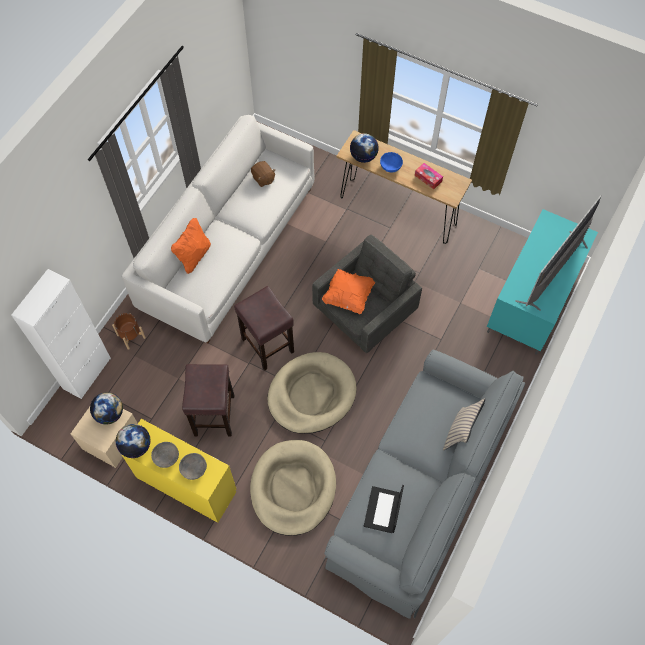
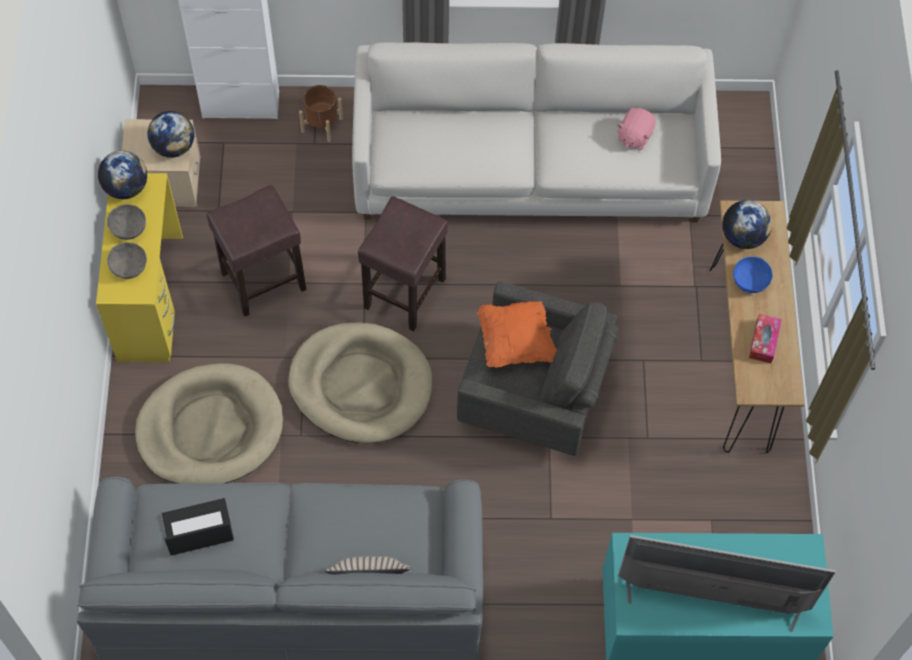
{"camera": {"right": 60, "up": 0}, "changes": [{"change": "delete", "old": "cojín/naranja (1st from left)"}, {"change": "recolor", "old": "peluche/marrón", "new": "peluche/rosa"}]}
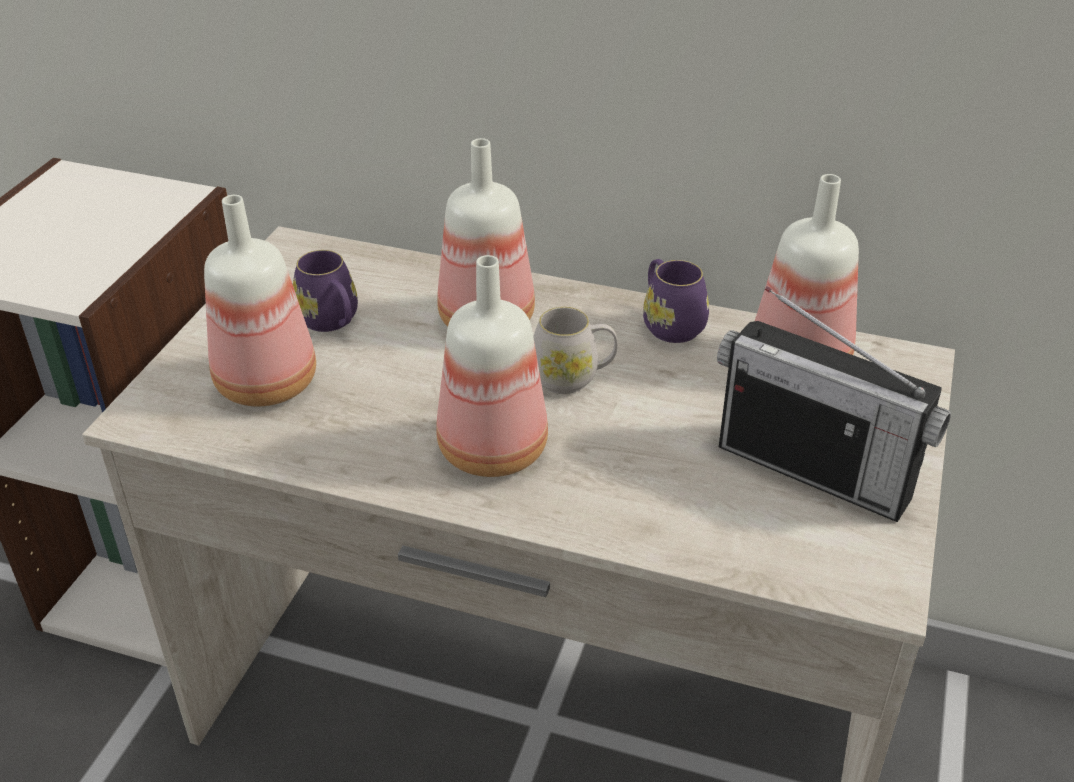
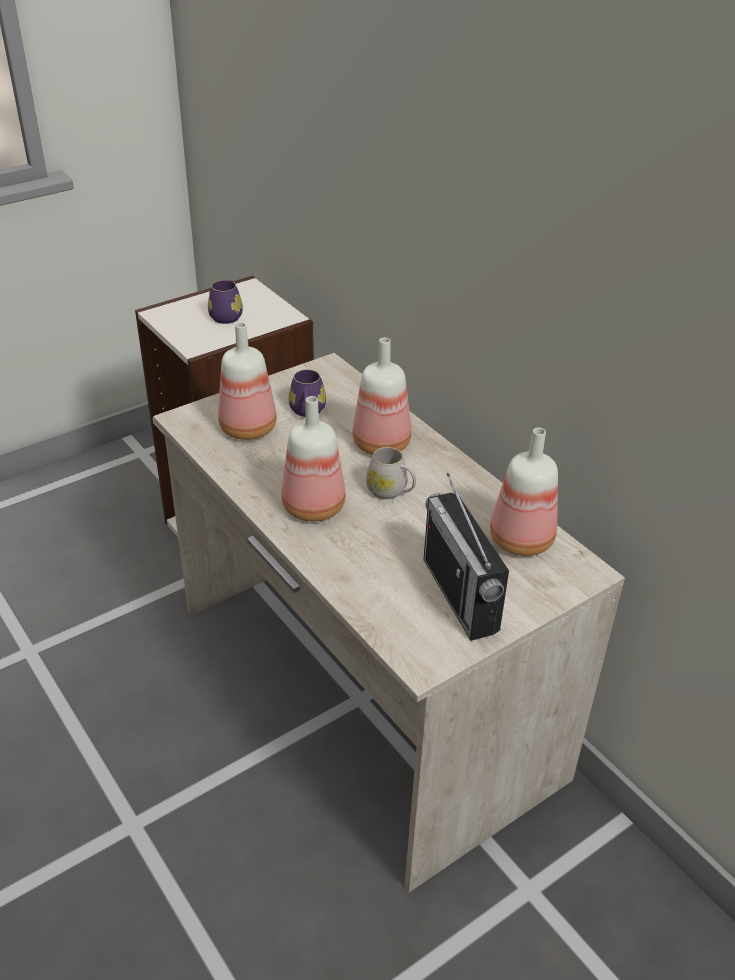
{"camera": {"right": 35, "up": 0}, "changes": [{"change": "move", "old": "taza grande/morado (2nd from left in the first image)", "new": "taza grande/morado (1st from left)"}]}
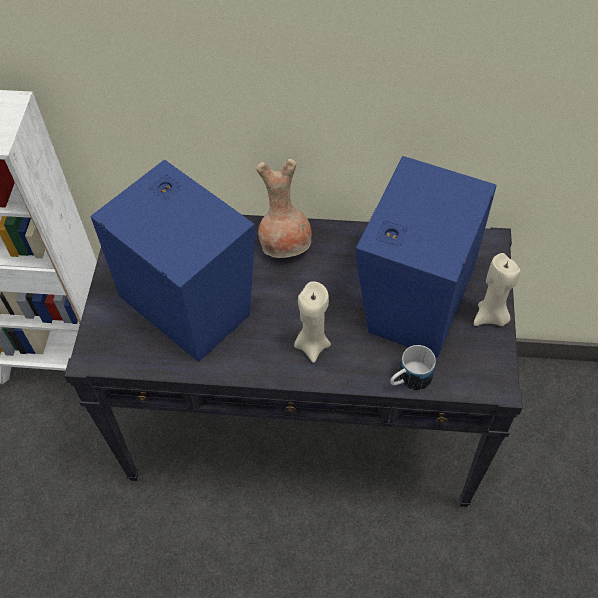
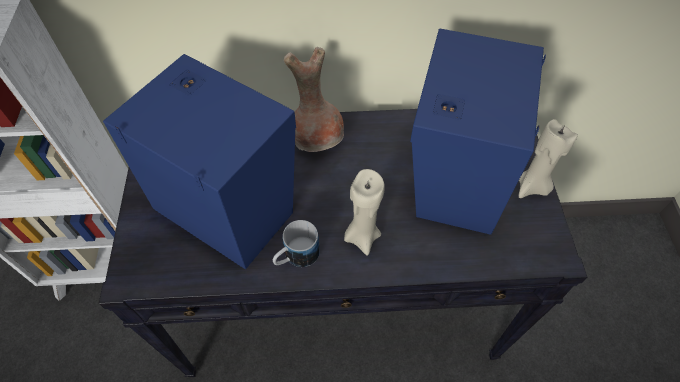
{"camera": {"right": -10, "up": 0}, "changes": [{"change": "move", "old": "taza grande"}]}
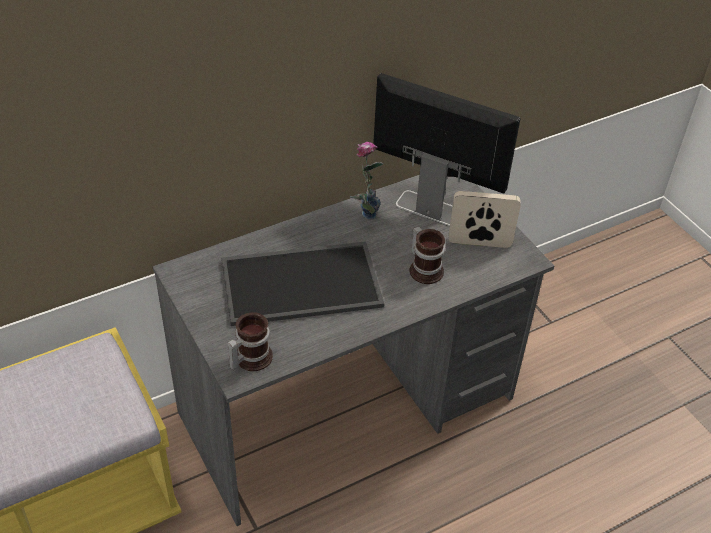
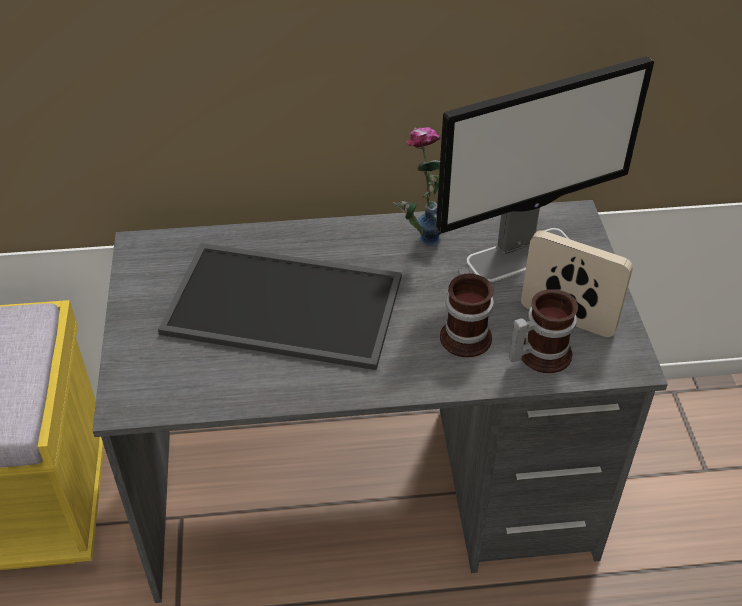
{"camera": {"right": 25, "up": 0}, "changes": [{"change": "move", "old": "taza grande (1st from left in the first image)", "new": "taza grande (2nd from left)"}, {"change": "rotate", "old": "monitor", "degrees": 105}]}
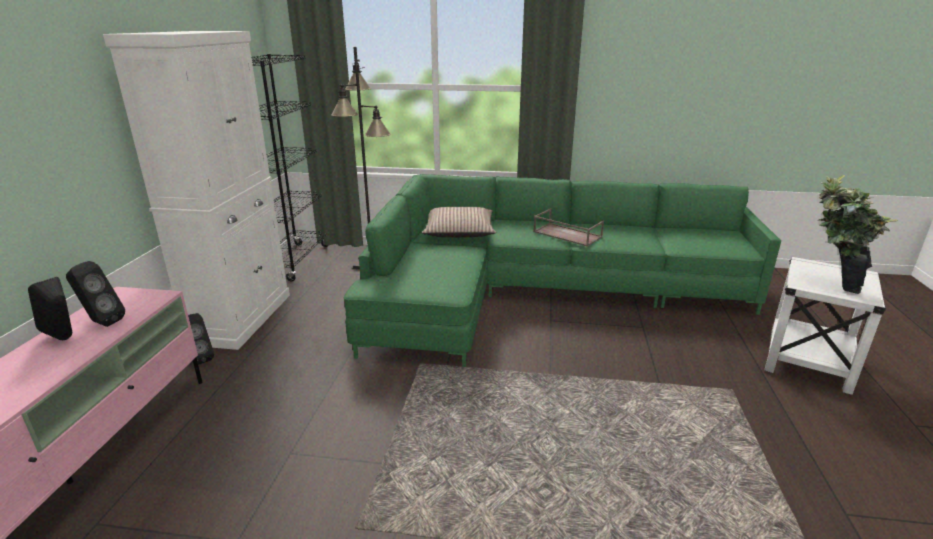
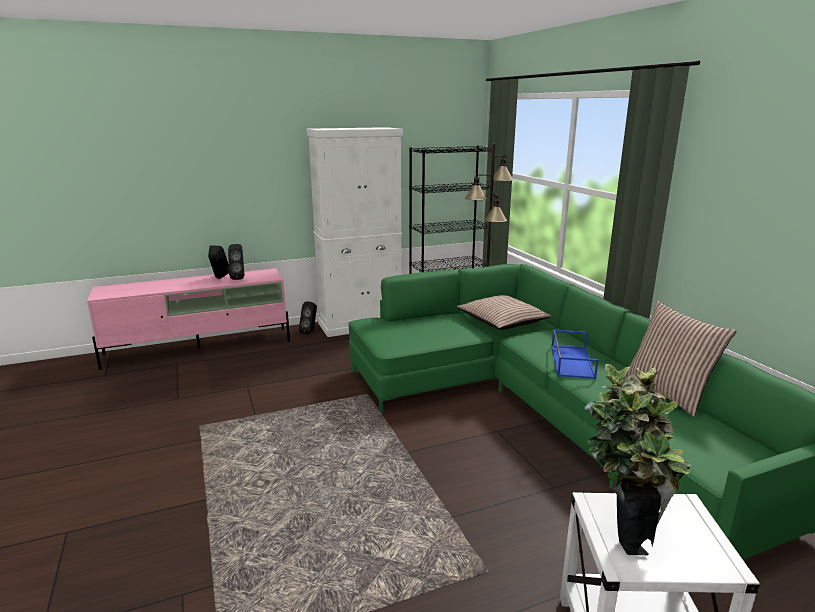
{"camera": {"right": 60, "up": -5}, "changes": [{"change": "insert", "new": "cojín (2nd from left)"}, {"change": "recolor", "old": "bandeja/marrón", "new": "bandeja/azul"}]}
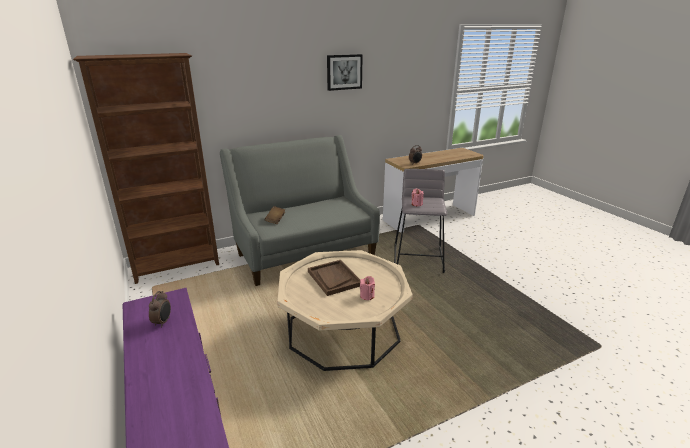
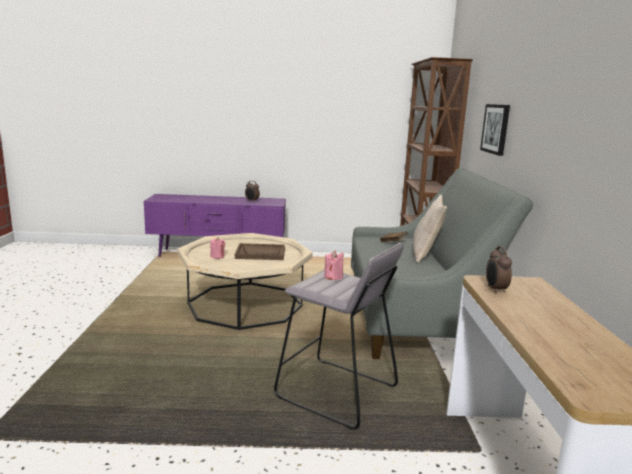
{"camera": {"right": 115, "up": -10}, "changes": [{"change": "insert", "new": "cojín/beis"}, {"change": "move", "old": "cuadro"}]}
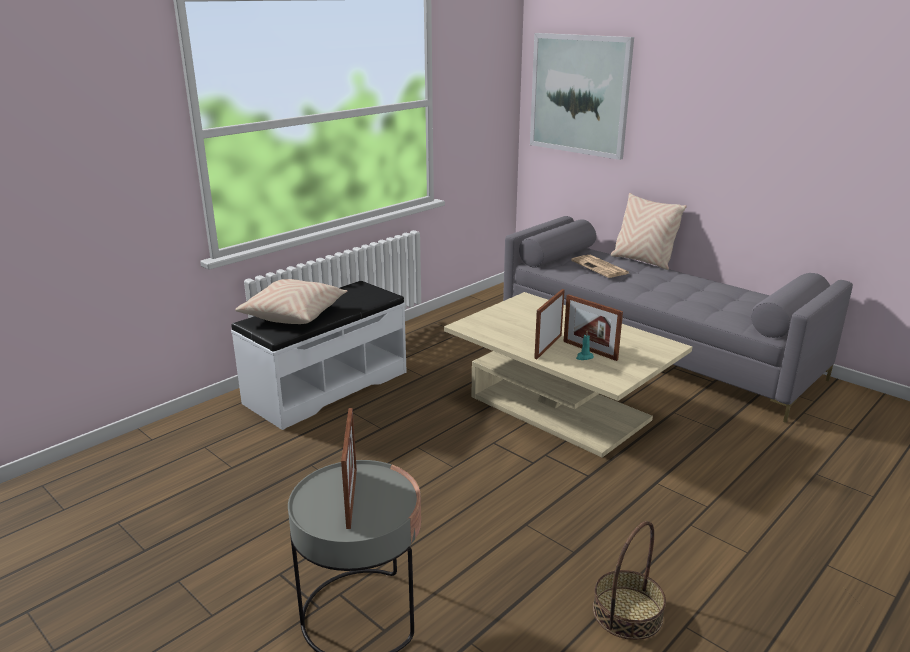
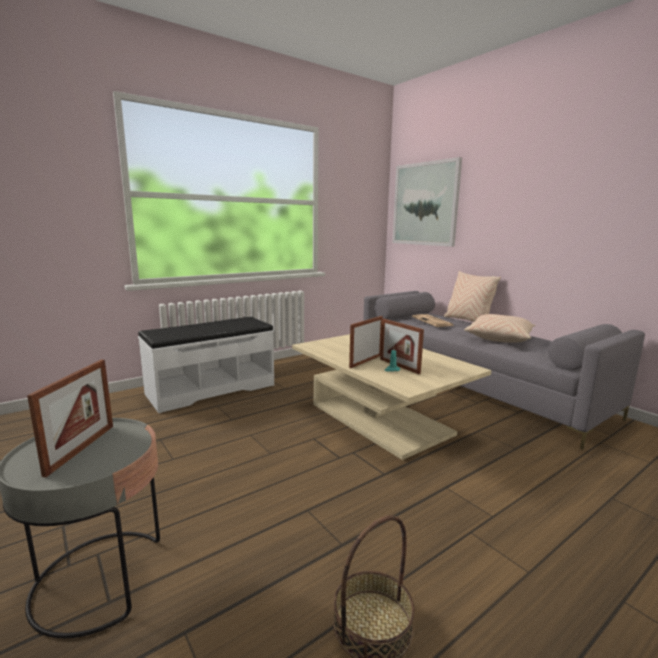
{"camera": {"right": 10, "up": -10}, "changes": [{"change": "move", "old": "cojín/beis (1st from left in the first image)", "new": "cojín/beis (2nd from left)"}]}
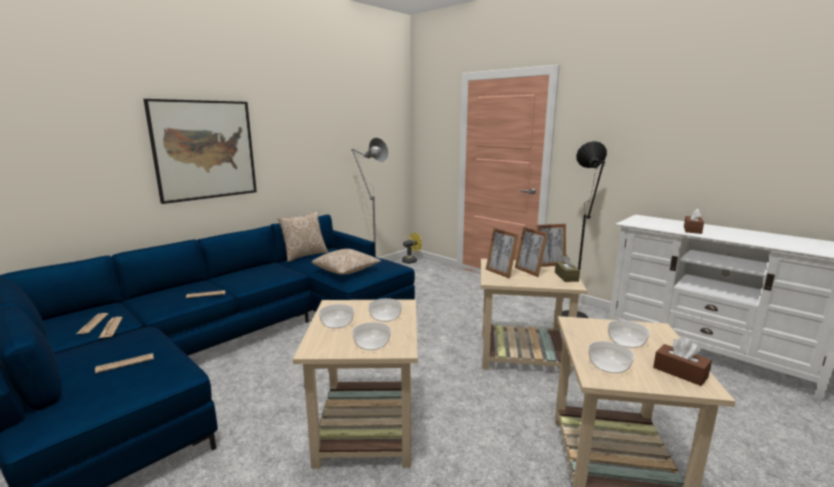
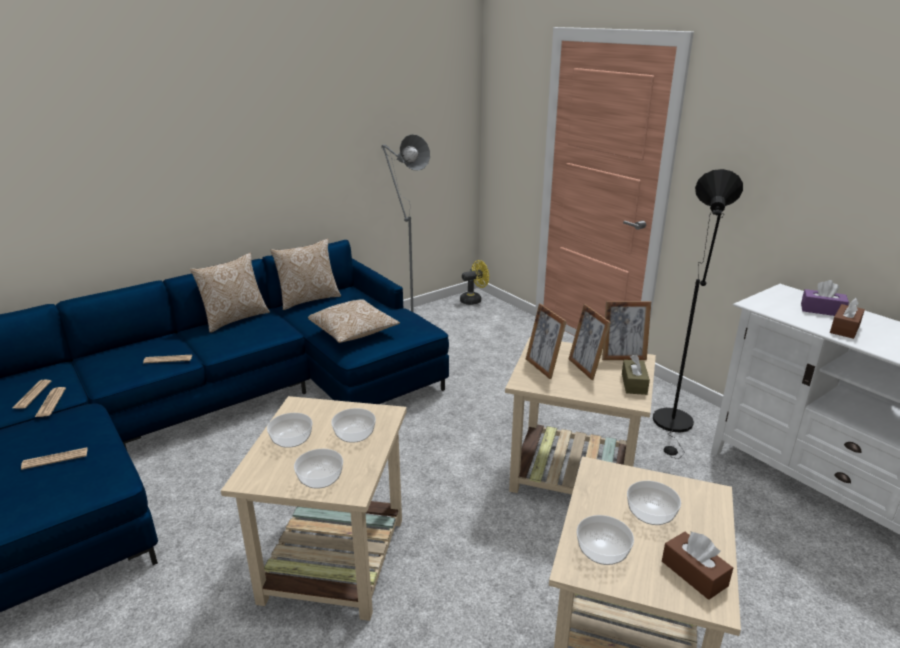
{"camera": {"right": 10, "up": 10}, "changes": [{"change": "delete", "old": "cuadro"}, {"change": "insert", "new": "cojín (1st from left)"}, {"change": "insert", "new": "caja de pañuelos/morado"}]}
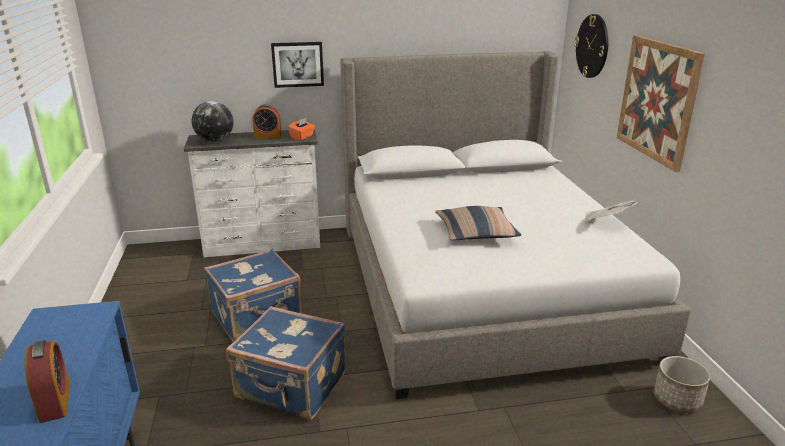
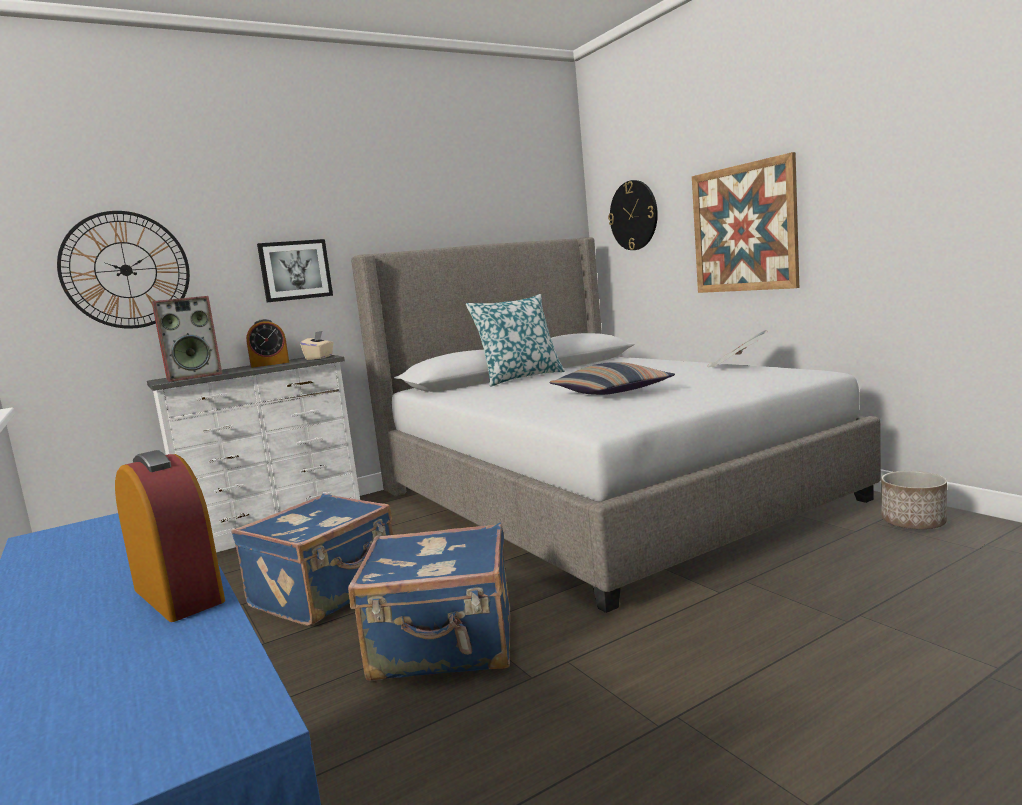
{"camera": {"right": -20, "up": -15}, "changes": [{"change": "insert", "new": "reloj de pared (1st from left)"}, {"change": "insert", "new": "cojín (1st from left)"}, {"change": "replace", "old": "globo terráqueo", "new": "altavoz"}, {"change": "recolor", "old": "caja de pañuelos/naranja", "new": "caja de pañuelos/beis"}]}
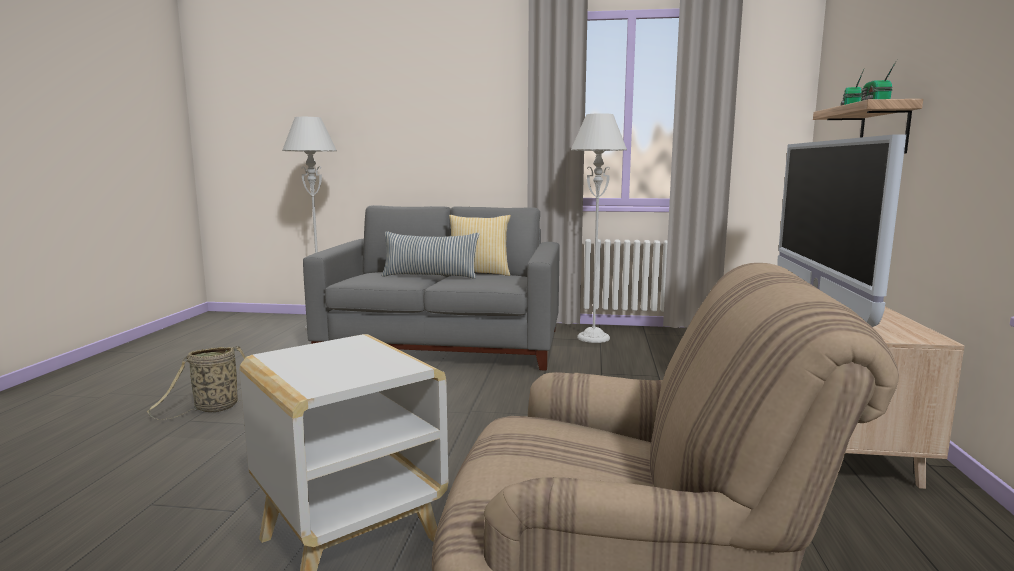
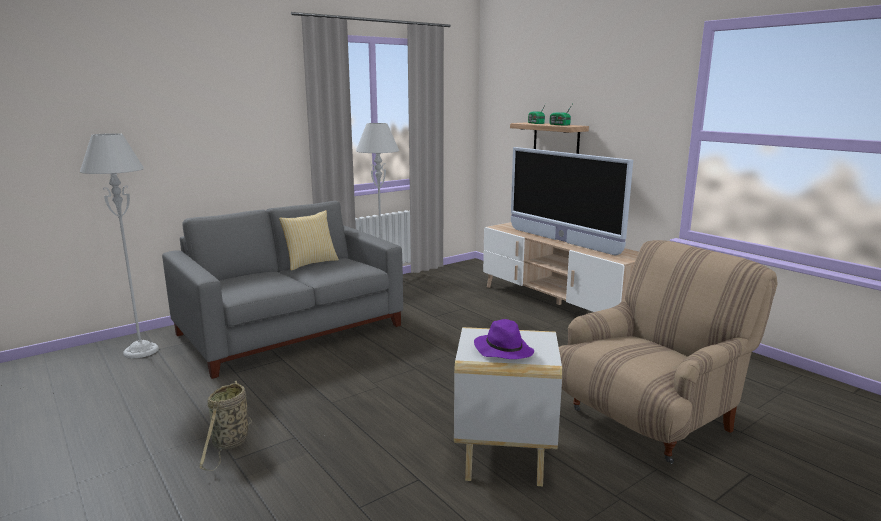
{"camera": {"right": -45, "up": 5}, "changes": [{"change": "delete", "old": "cojín (1st from left)"}, {"change": "insert", "new": "sombrero/morado"}]}
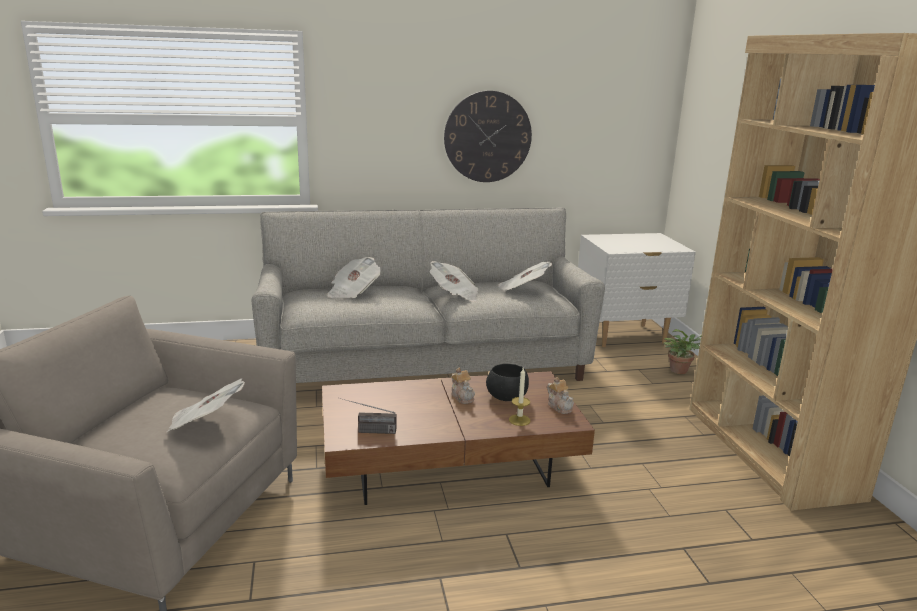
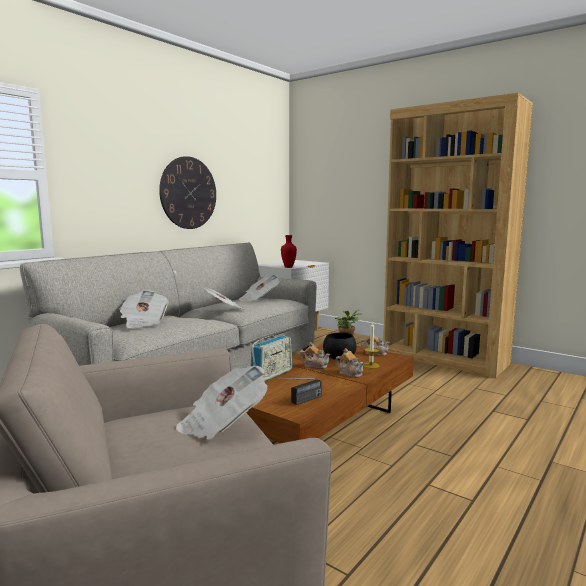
{"camera": {"right": -40, "up": -10}, "changes": [{"change": "insert", "new": "radio (1st from left)"}, {"change": "insert", "new": "florero/rojo"}, {"change": "insert", "new": "tetera (2nd from left)"}]}
